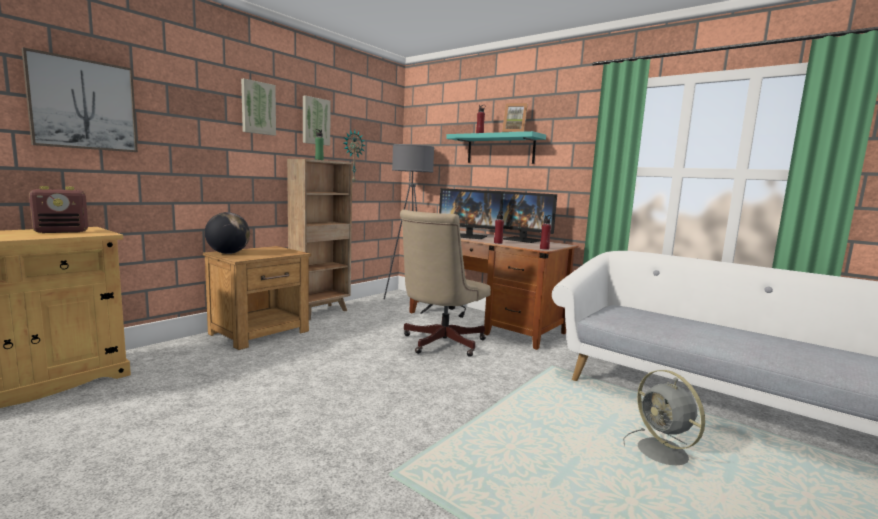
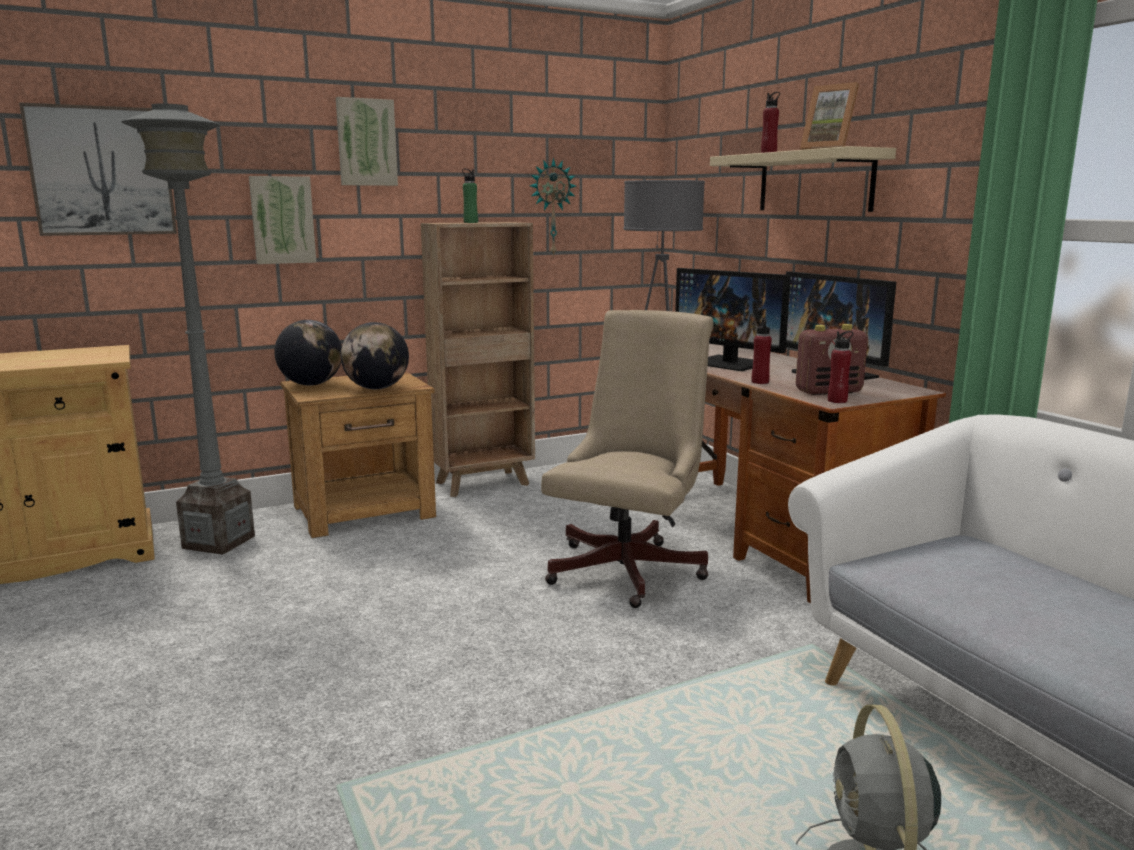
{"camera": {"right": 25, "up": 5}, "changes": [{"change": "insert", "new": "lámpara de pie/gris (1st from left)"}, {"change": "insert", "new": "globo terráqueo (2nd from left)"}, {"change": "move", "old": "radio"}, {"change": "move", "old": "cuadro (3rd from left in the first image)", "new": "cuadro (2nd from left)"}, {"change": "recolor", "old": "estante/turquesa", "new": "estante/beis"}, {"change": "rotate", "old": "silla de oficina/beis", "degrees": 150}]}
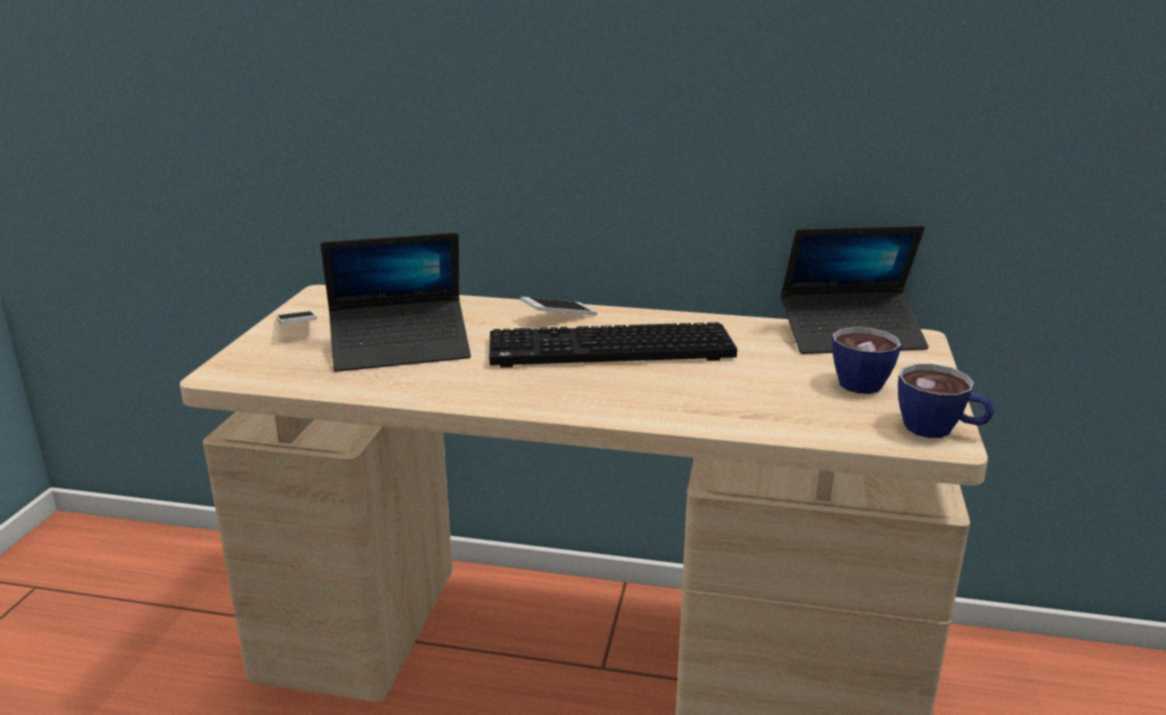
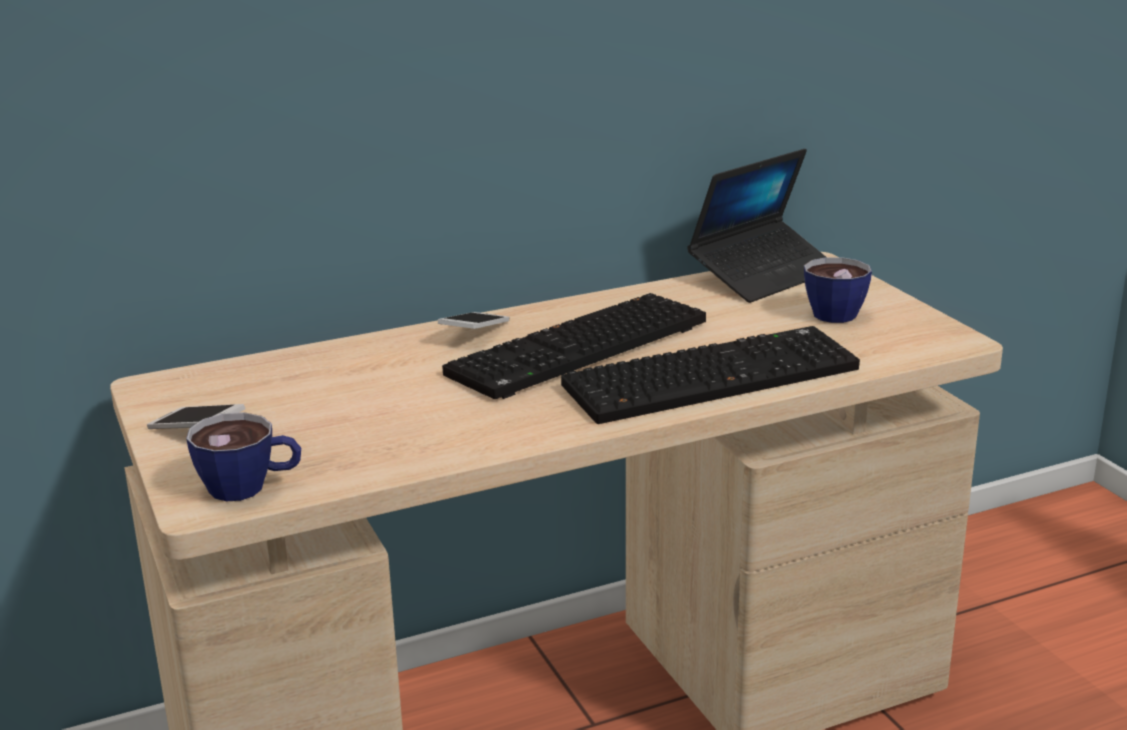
{"camera": {"right": -35, "up": 0}, "changes": [{"change": "delete", "old": "portátil (1st from left)"}, {"change": "insert", "new": "teclado (2nd from left)"}, {"change": "move", "old": "taza (2nd from left in the first image)", "new": "taza (1st from left)"}]}
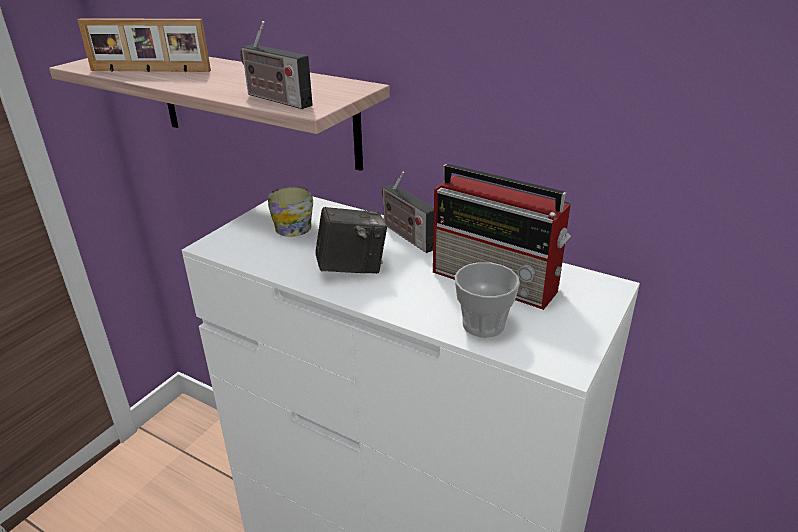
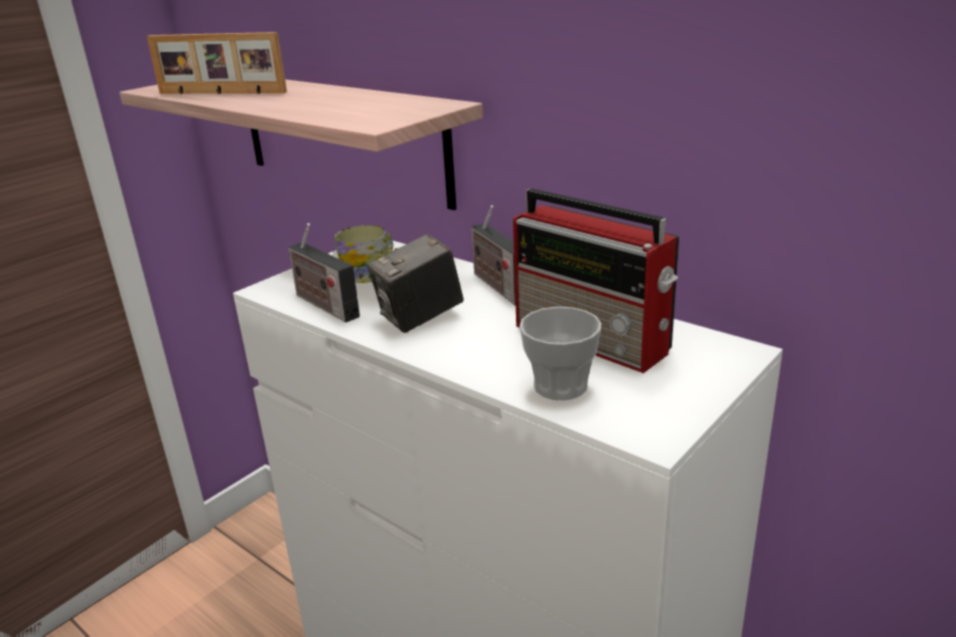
{"camera": {"right": 10, "up": -5}, "changes": [{"change": "move", "old": "radio (1st from left)"}, {"change": "rotate", "old": "cámara", "degrees": 150}]}
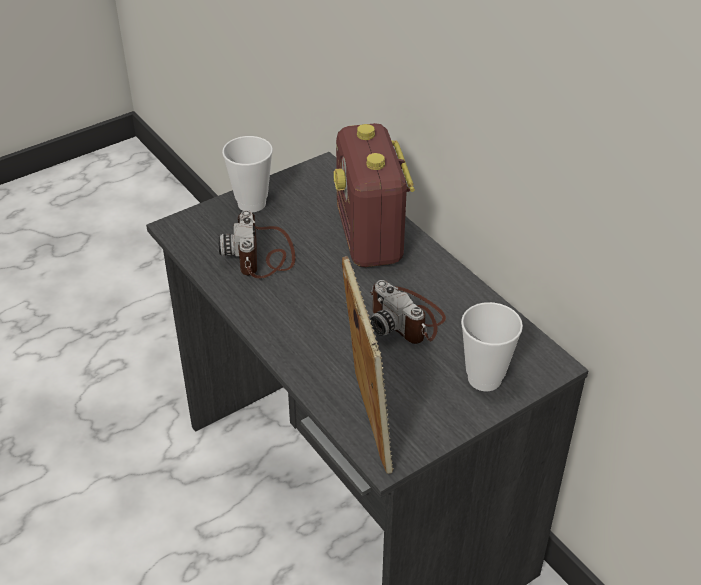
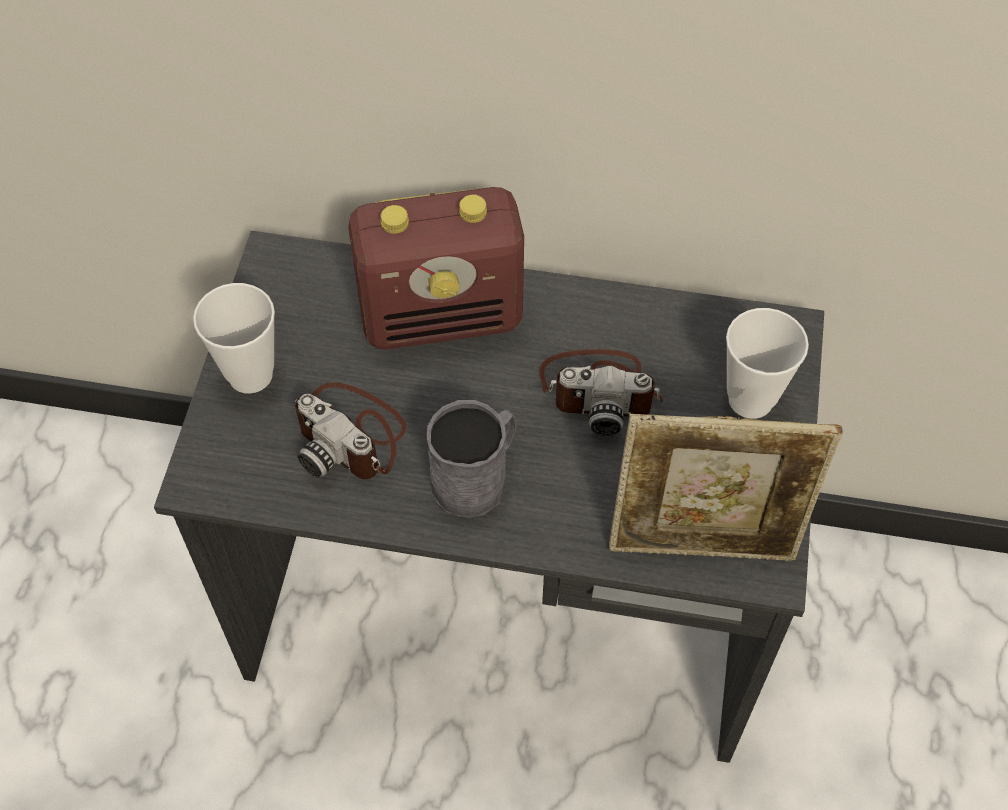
{"camera": {"right": -45, "up": 15}, "changes": [{"change": "insert", "new": "taza grande/gris"}, {"change": "rotate", "old": "radio", "degrees": -45}, {"change": "rotate", "old": "portarretratos", "degrees": 150}]}
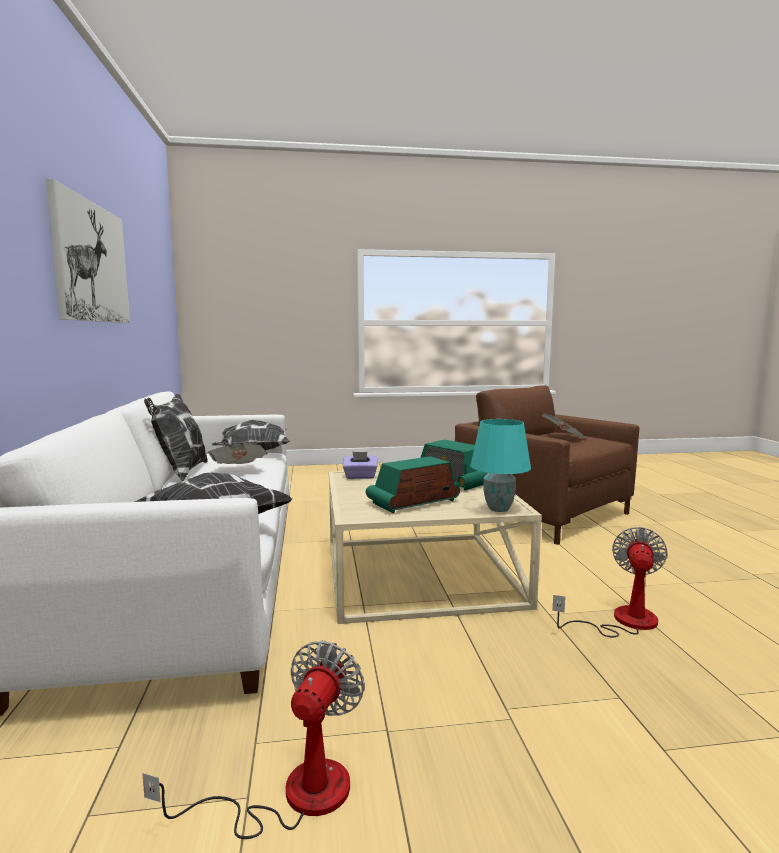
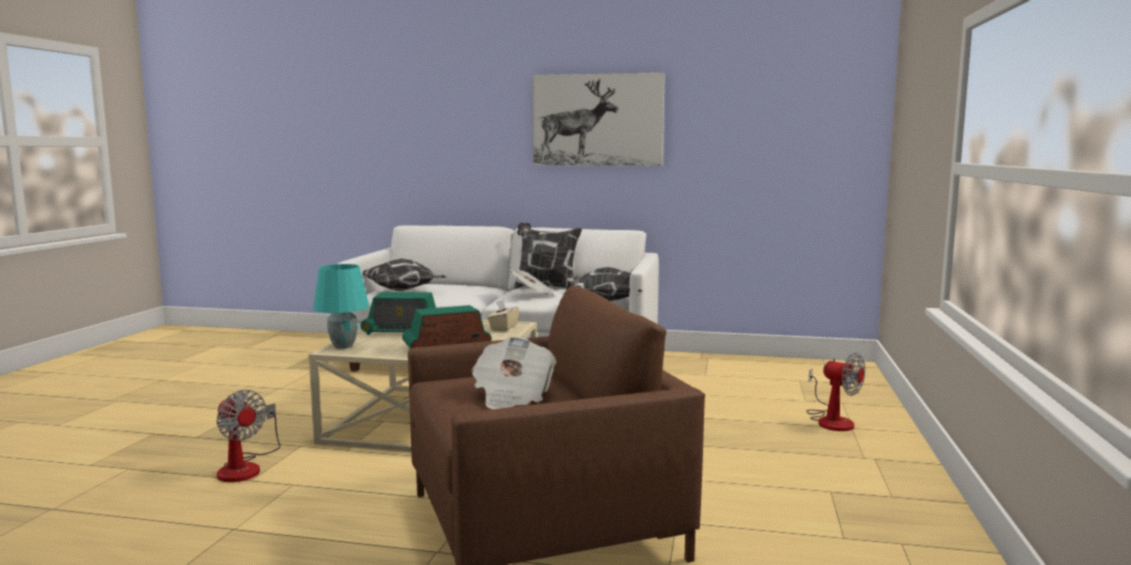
{"camera": {"right": 110, "up": 0}, "changes": [{"change": "move", "old": "ventilador (1st from left in the first image)", "new": "ventilador (2nd from left)"}, {"change": "recolor", "old": "caja de pañuelos/morado", "new": "caja de pañuelos/beis"}, {"change": "rotate", "old": "radio (1st from left)", "degrees": 105}]}
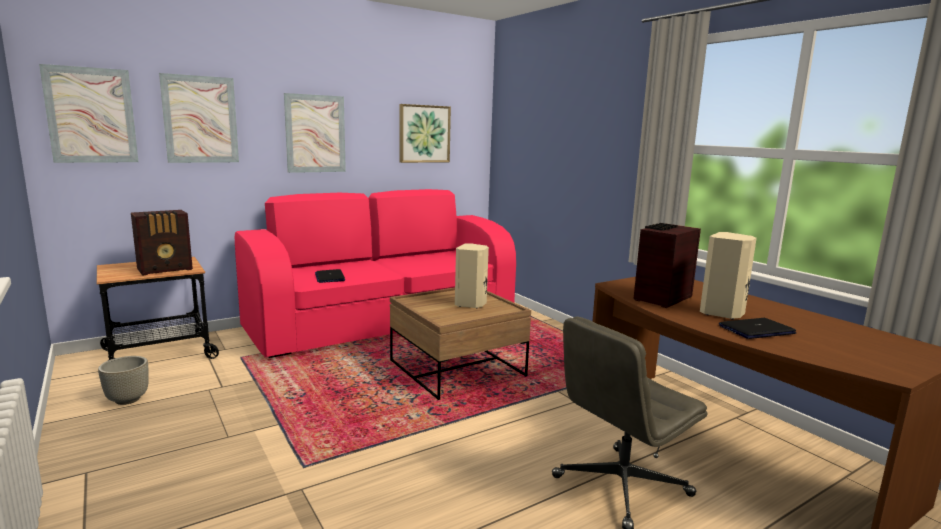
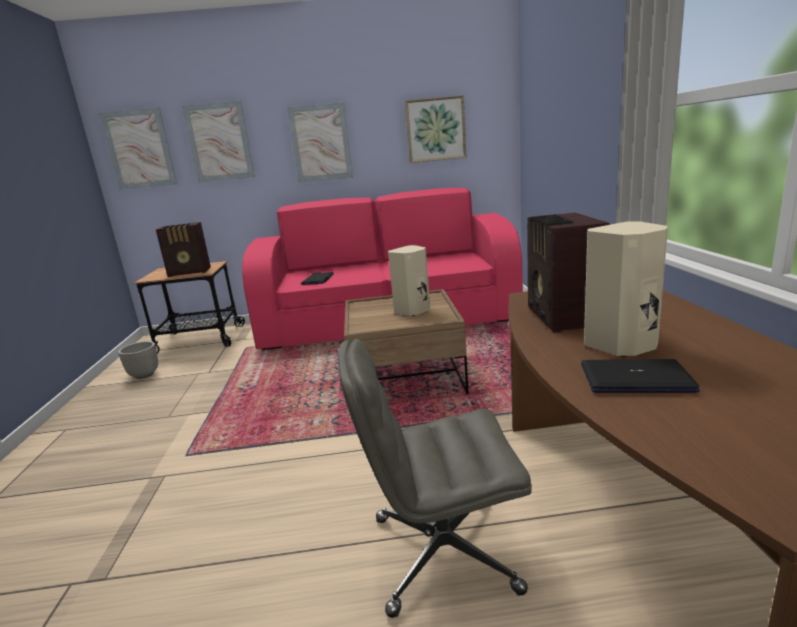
{"camera": {"right": 30, "up": 5}, "changes": [{"change": "rotate", "old": "radio (2nd from left)", "degrees": -75}]}
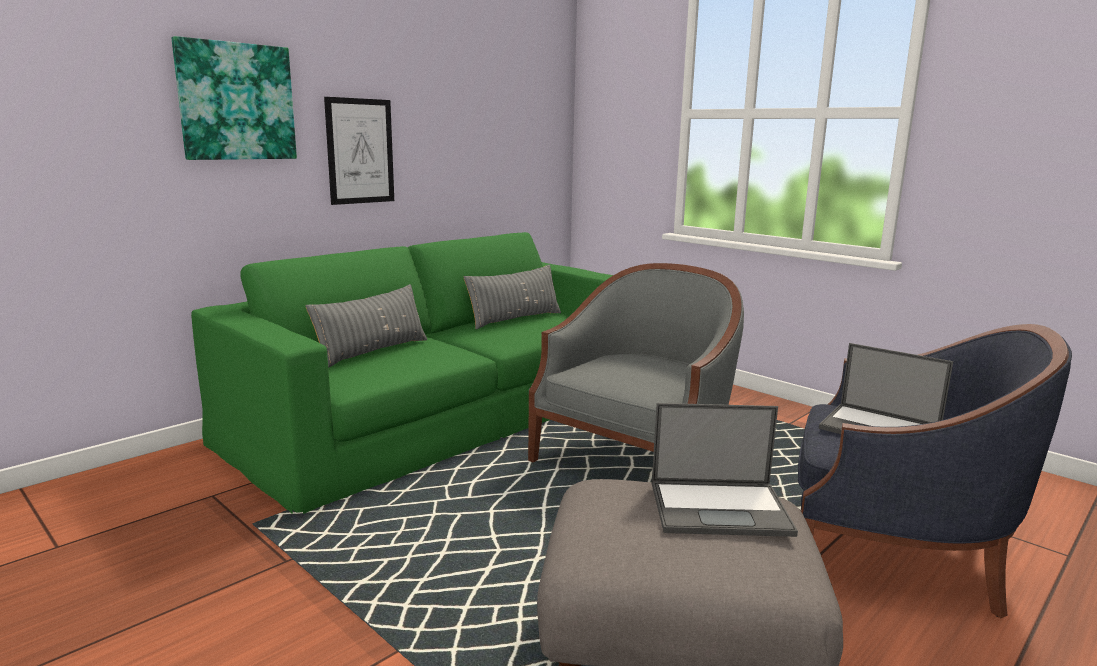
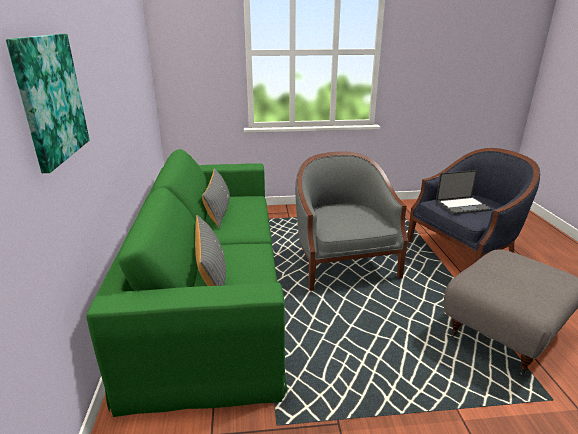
{"camera": {"right": -50, "up": 10}, "changes": [{"change": "delete", "old": "cuadro (2nd from left)"}, {"change": "delete", "old": "portátil (1st from left)"}]}
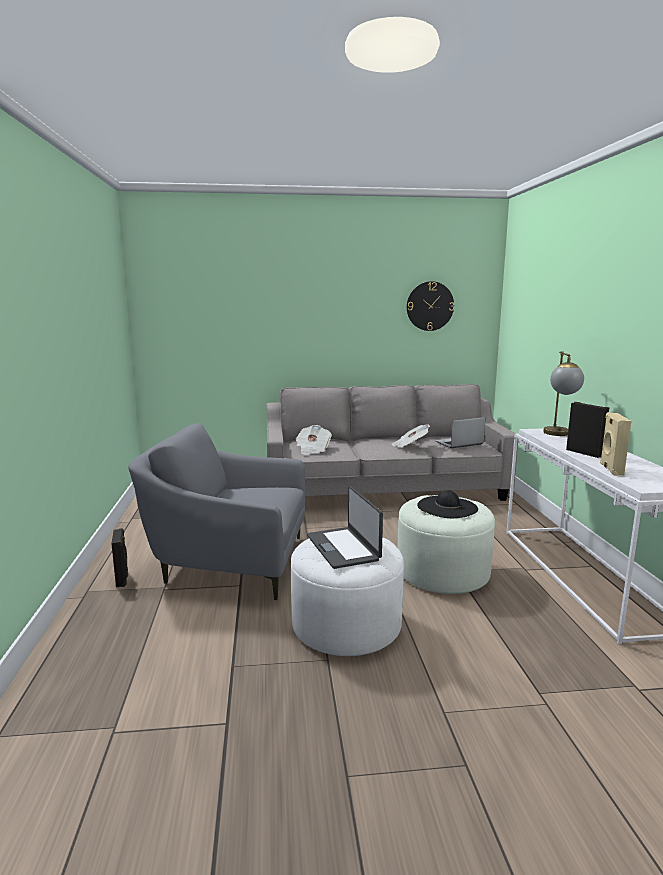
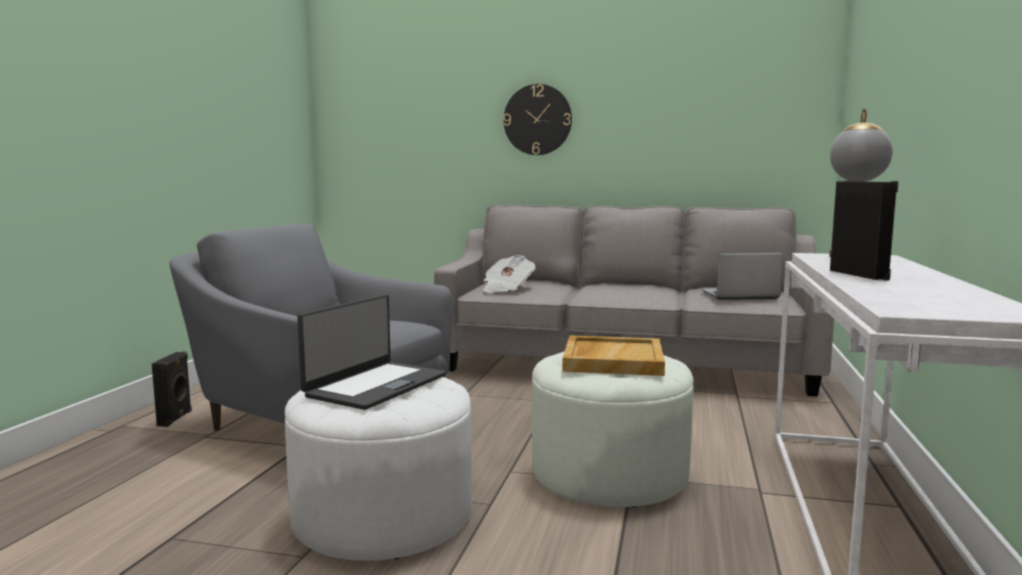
{"camera": {"right": 20, "up": -5}, "changes": [{"change": "delete", "old": "periódico (2nd from left)"}, {"change": "delete", "old": "altavoz/beis"}, {"change": "move", "old": "reloj de pared"}, {"change": "replace", "old": "sombrero/negro", "new": "bandeja/beis"}, {"change": "rotate", "old": "portátil (1st from left)", "degrees": -150}]}
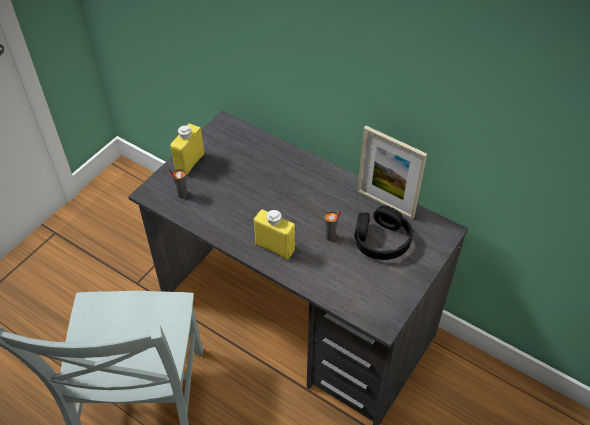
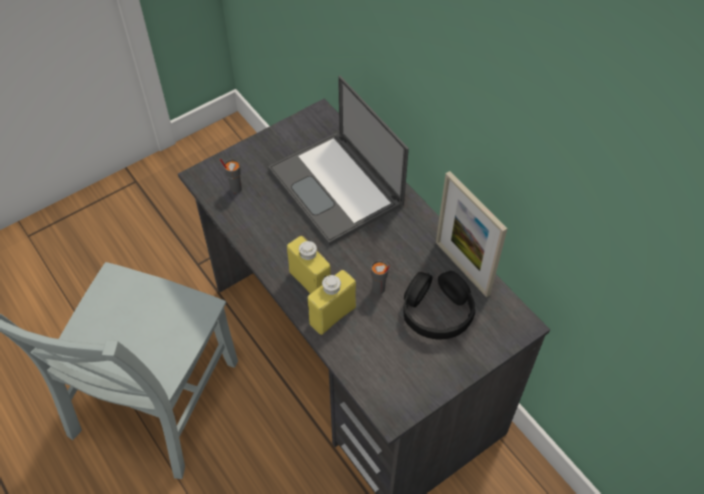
{"camera": {"right": 20, "up": 5}, "changes": [{"change": "insert", "new": "portátil"}, {"change": "move", "old": "botella/amarillo (1st from left in the first image)", "new": "botella/amarillo (2nd from left)"}]}
